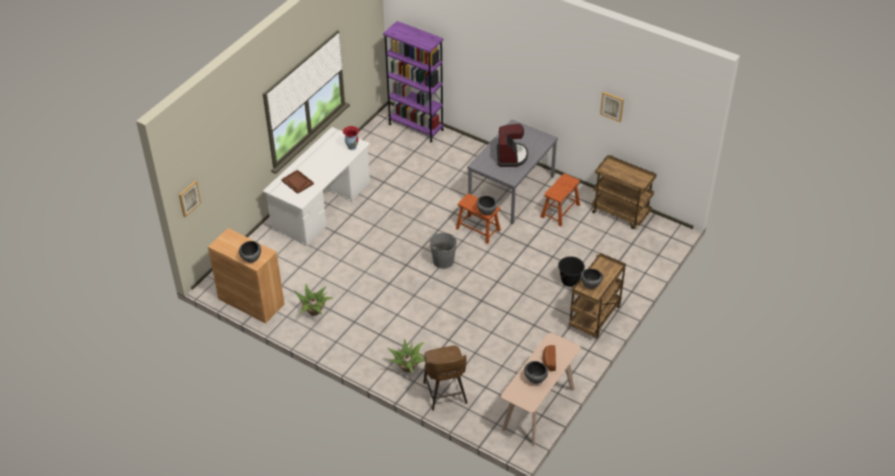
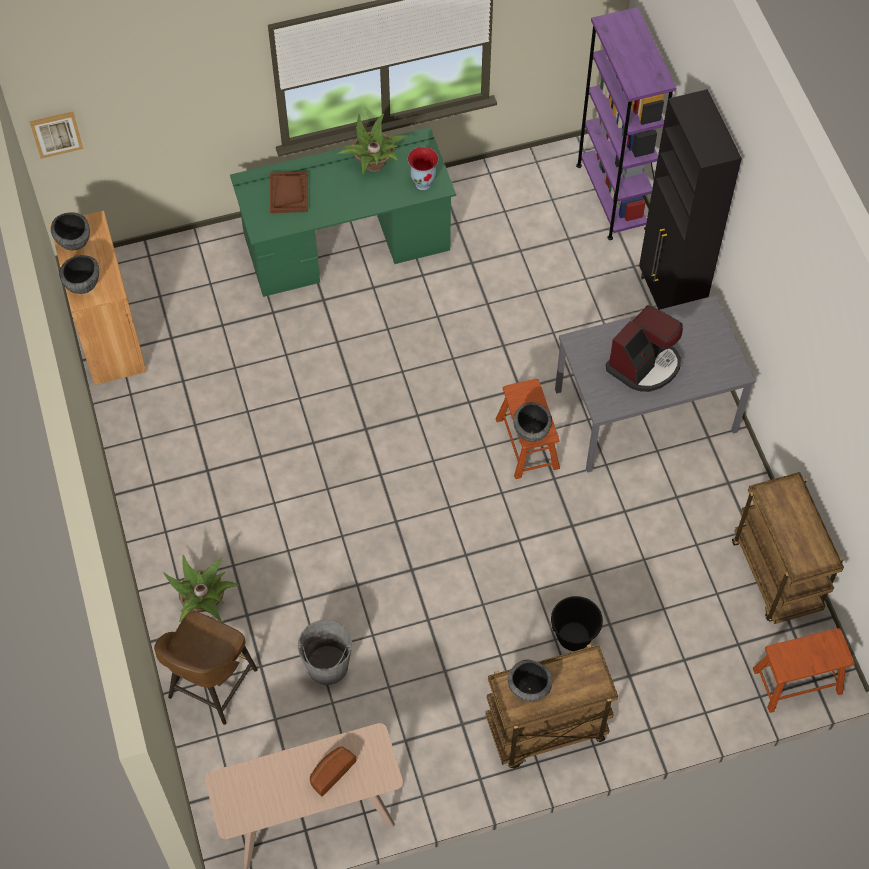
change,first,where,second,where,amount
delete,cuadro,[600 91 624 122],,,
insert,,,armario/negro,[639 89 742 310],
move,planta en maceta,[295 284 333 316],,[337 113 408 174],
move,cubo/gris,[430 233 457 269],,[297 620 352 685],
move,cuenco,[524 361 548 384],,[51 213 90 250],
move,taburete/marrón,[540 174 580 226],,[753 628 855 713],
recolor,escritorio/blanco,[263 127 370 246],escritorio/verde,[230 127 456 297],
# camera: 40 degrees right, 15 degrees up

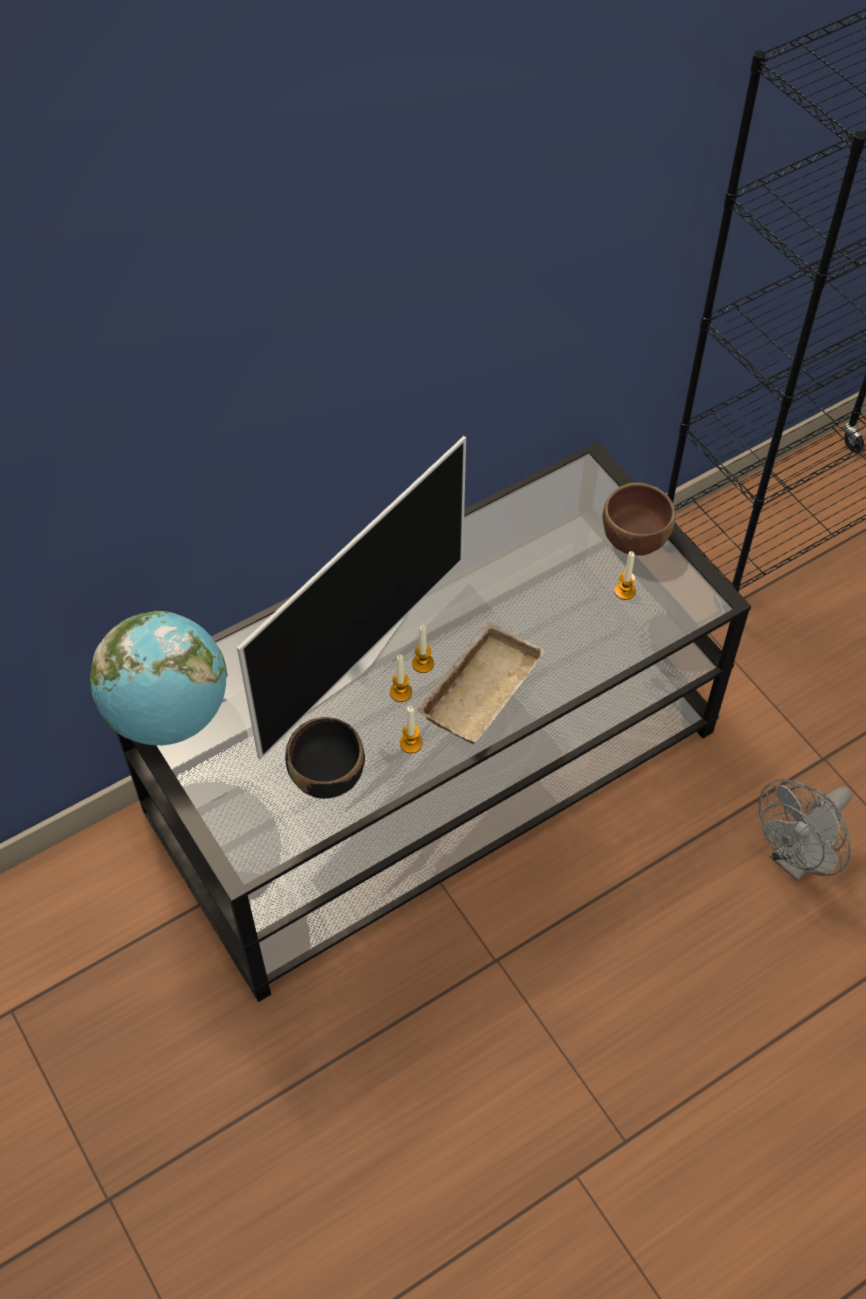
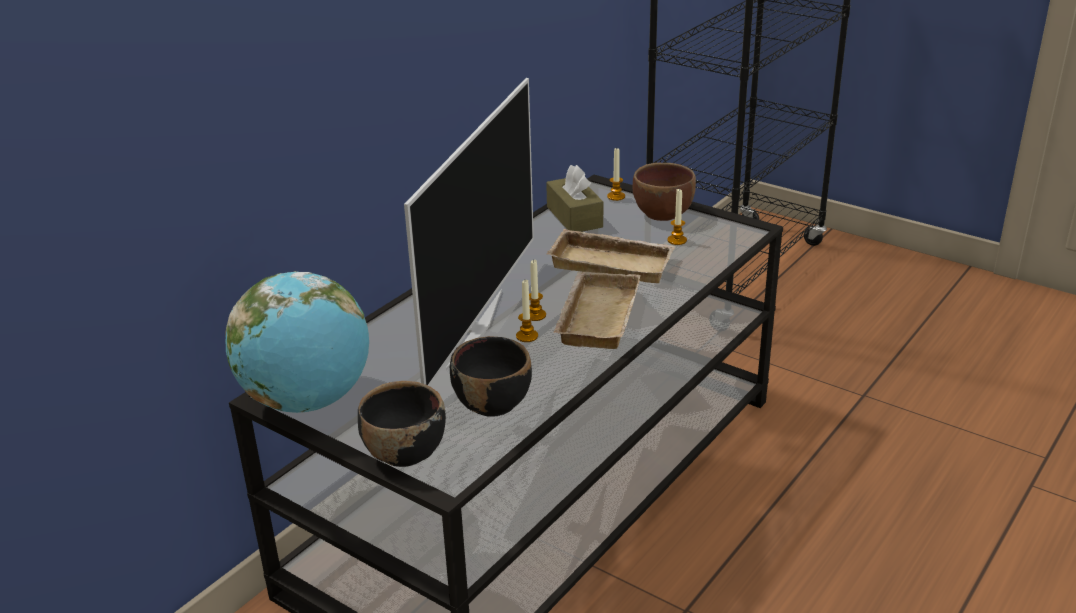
change,first,where,second,where,amount
delete,ventilador/gris,[759 779 852 881],,,
insert,,,cuenco/negro,[358 381 446 467],
insert,,,caja de pañuelos/marrón,[546 165 603 232],
insert,,,bandeja/beis,[546 229 676 283],
move,vela,[400 706 423 753],,[607 148 625 201],
# camera: 20 degrees left, 25 degrees down

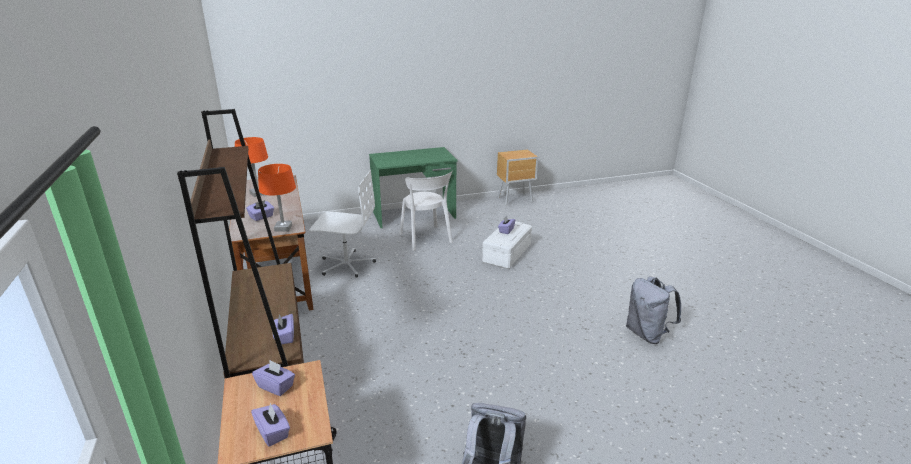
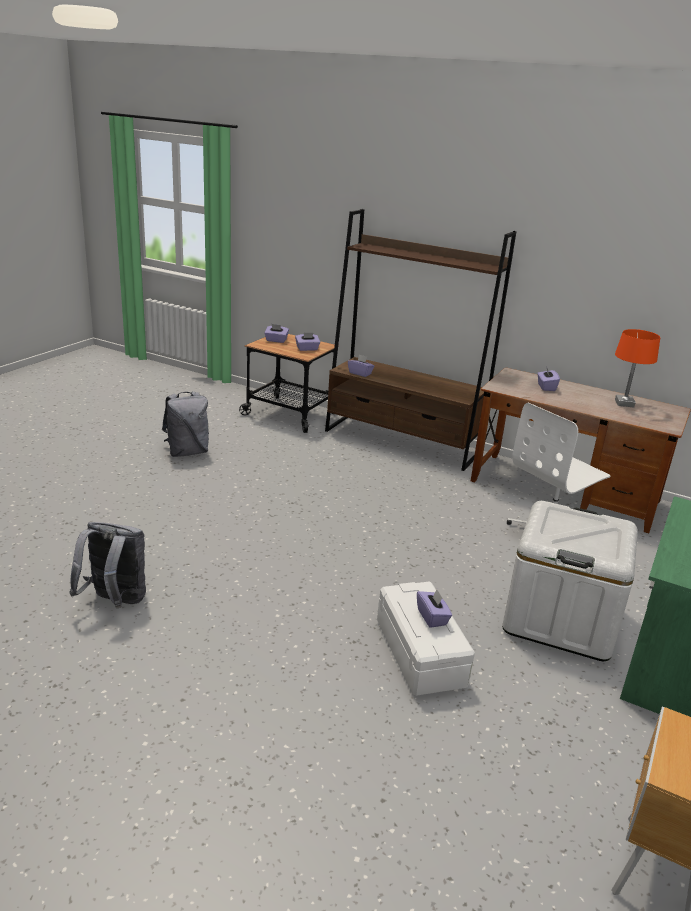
change,first,where,second,where,amount
delete,lámpara de mesa/naranja,[258 164 296 232],,,
replace,silla/blanco,[399 171 453 251],caja de almacenaje/blanco,[502 501 638 661],
# camera: 135 degrees right, 0 degrees up

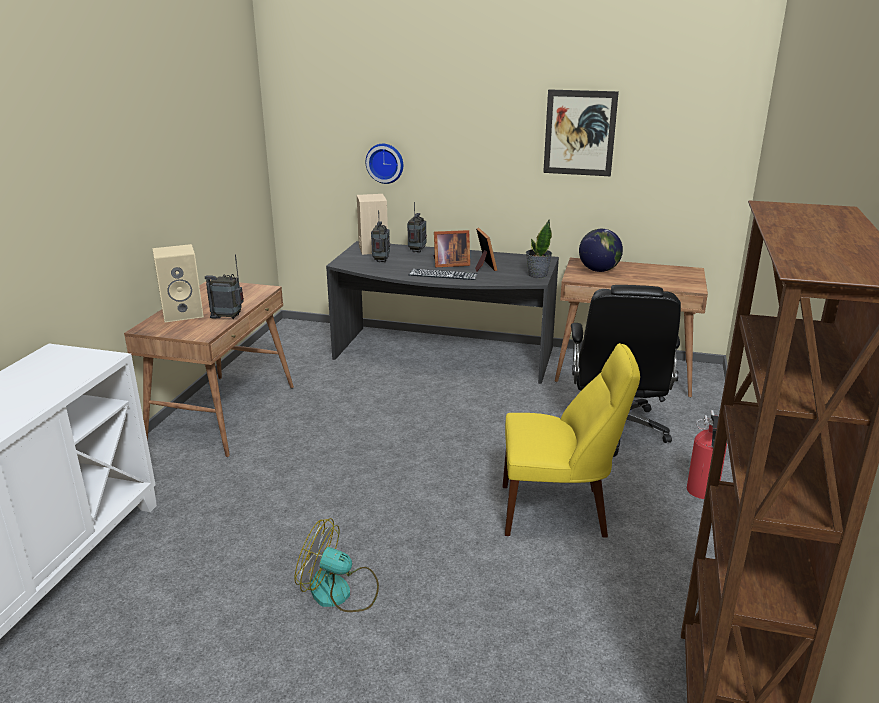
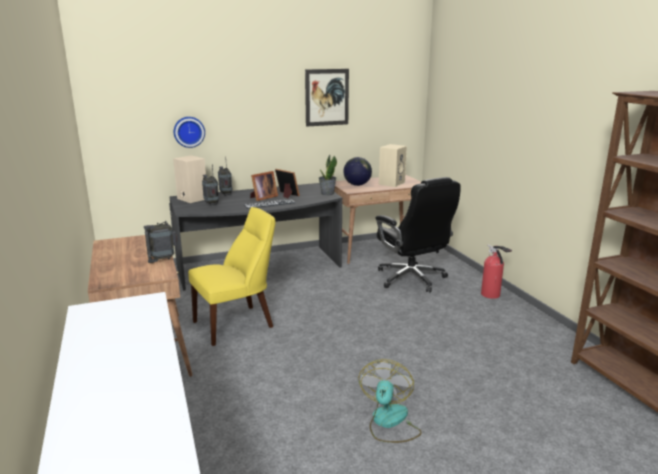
change,first,where,second,where,amount
move,altavoz/beis,[152 244 204 322],,[379 144 407 187],
move,silla/amarillo,[503 343 640 537],,[188 207 275 346],
rotate,ventilador,[294 518 379 612],,[359 359 422 443],120 degrees clockwise
# camera: 35 degrees left, 5 degrees down

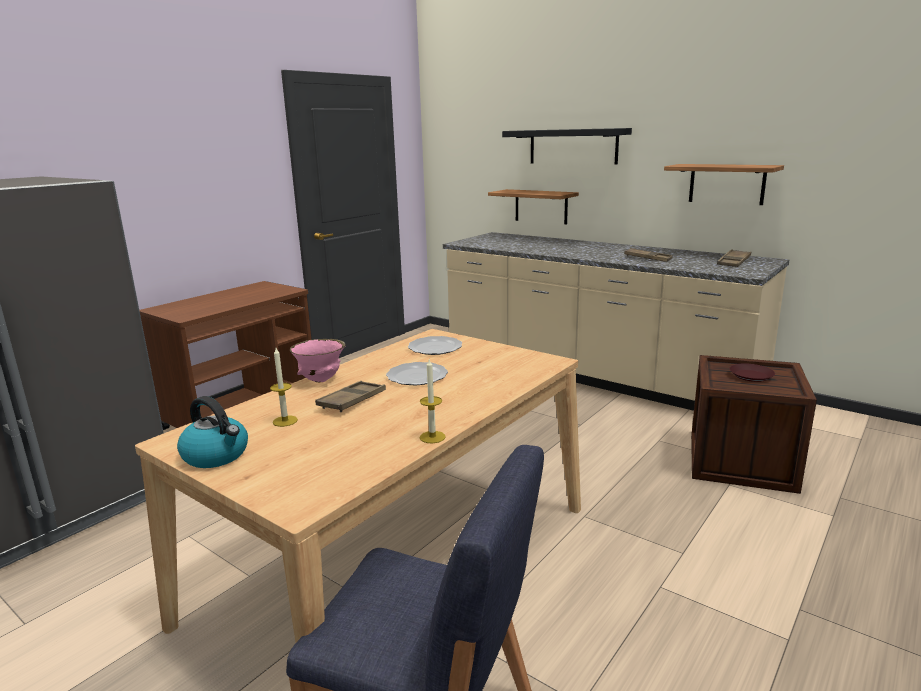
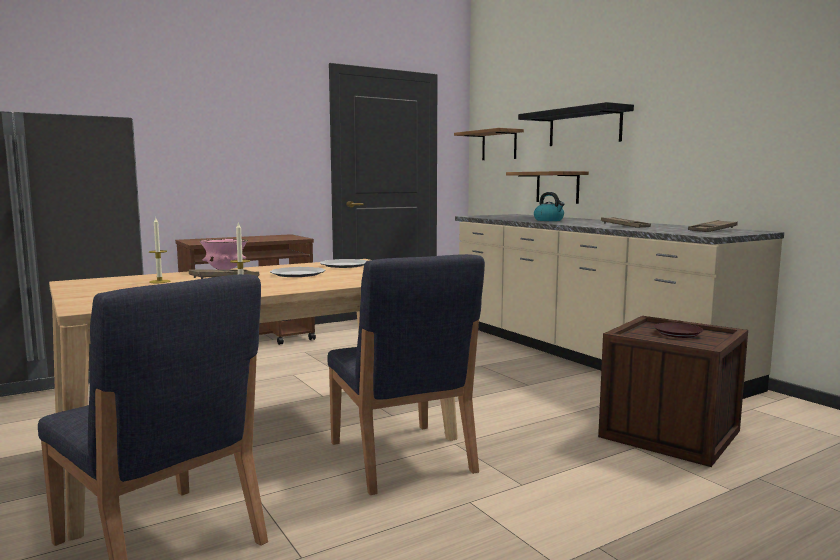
change,first,where,second,where,amount
insert,,,silla/azul,[328 254 485 495],
move,hervidor,[177 396 248 468],,[534 192 564 221],
move,estante,[664 164 784 205],,[454 128 524 160],
# camera: 20 degrees right, 10 degrees down

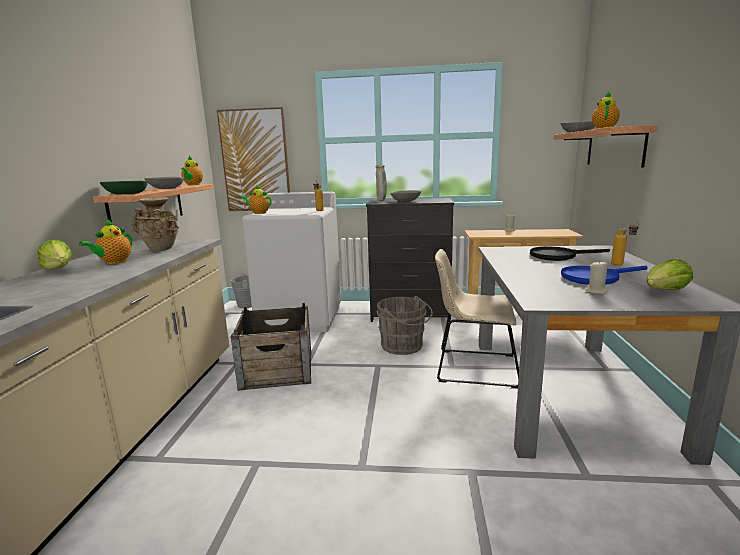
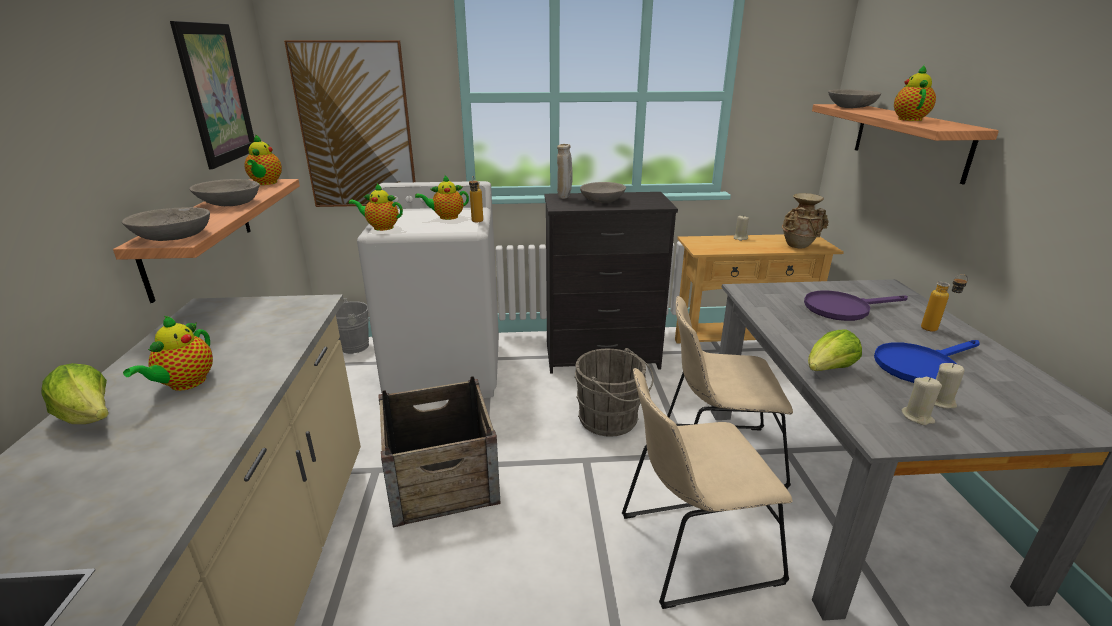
change,first,where,second,where,amount
insert,,,cuadro,[170 21 254 169],
insert,,,tetera,[415 175 469 220],
insert,,,silla/beis,[622 368 793 609],
insert,,,vela/beis,[902 377 942 425],
move,florero/beis,[131 197 179 251],,[782 193 829 249],
move,lechuga,[646 258 693 290],,[808 329 862 371],
recolor,cuenco/verde,[100 181 148 194],cuenco/gris,[122 207 210 241],
recolor,sartén/negro,[530 246 610 261],sartén/morado,[804 290 908 321],
# camera: 10 degrees left, 10 degrees up

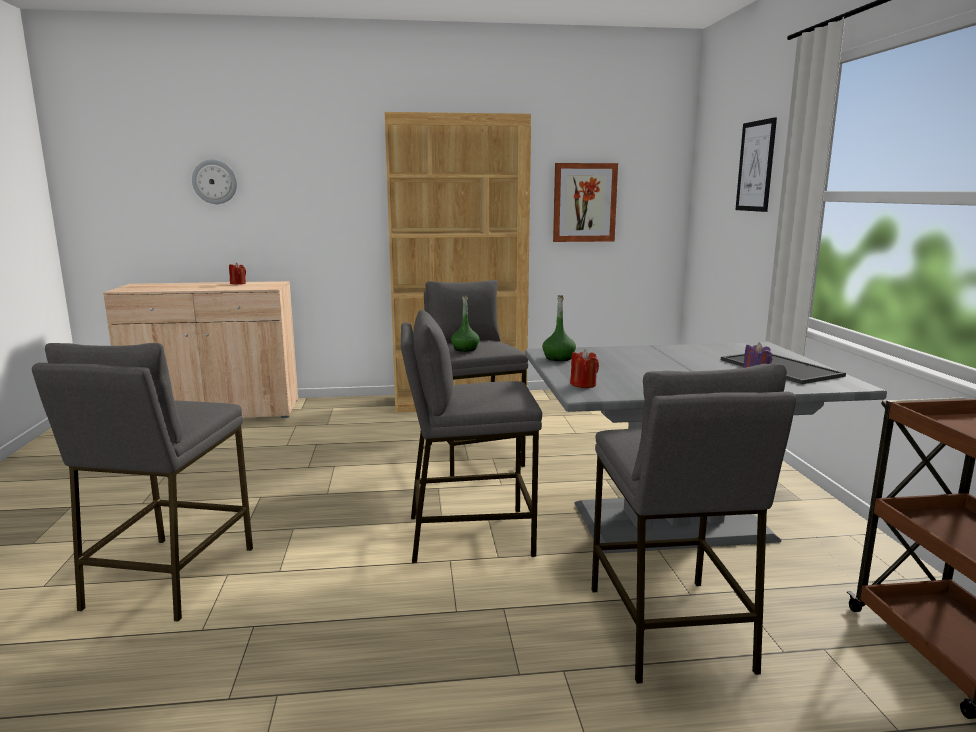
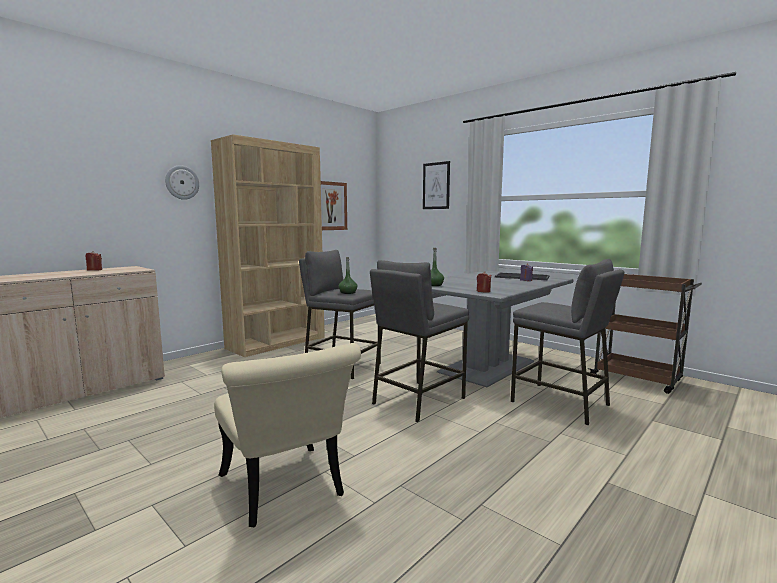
change,first,where,second,where,amount
move,reloj de pared,[192 159 237 204],,[165 165 199 200],
replace,taburete/gris,[32 343 253 622],silla/beis,[214 343 361 527],
# camera: 40 degrees left, 5 degrees down

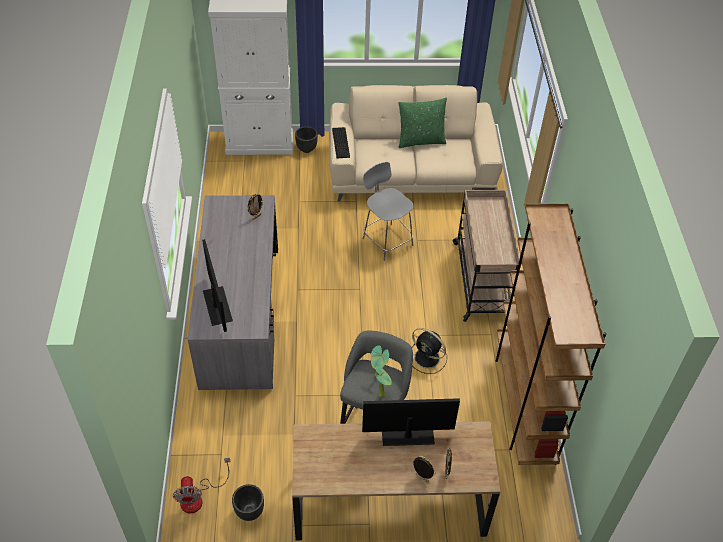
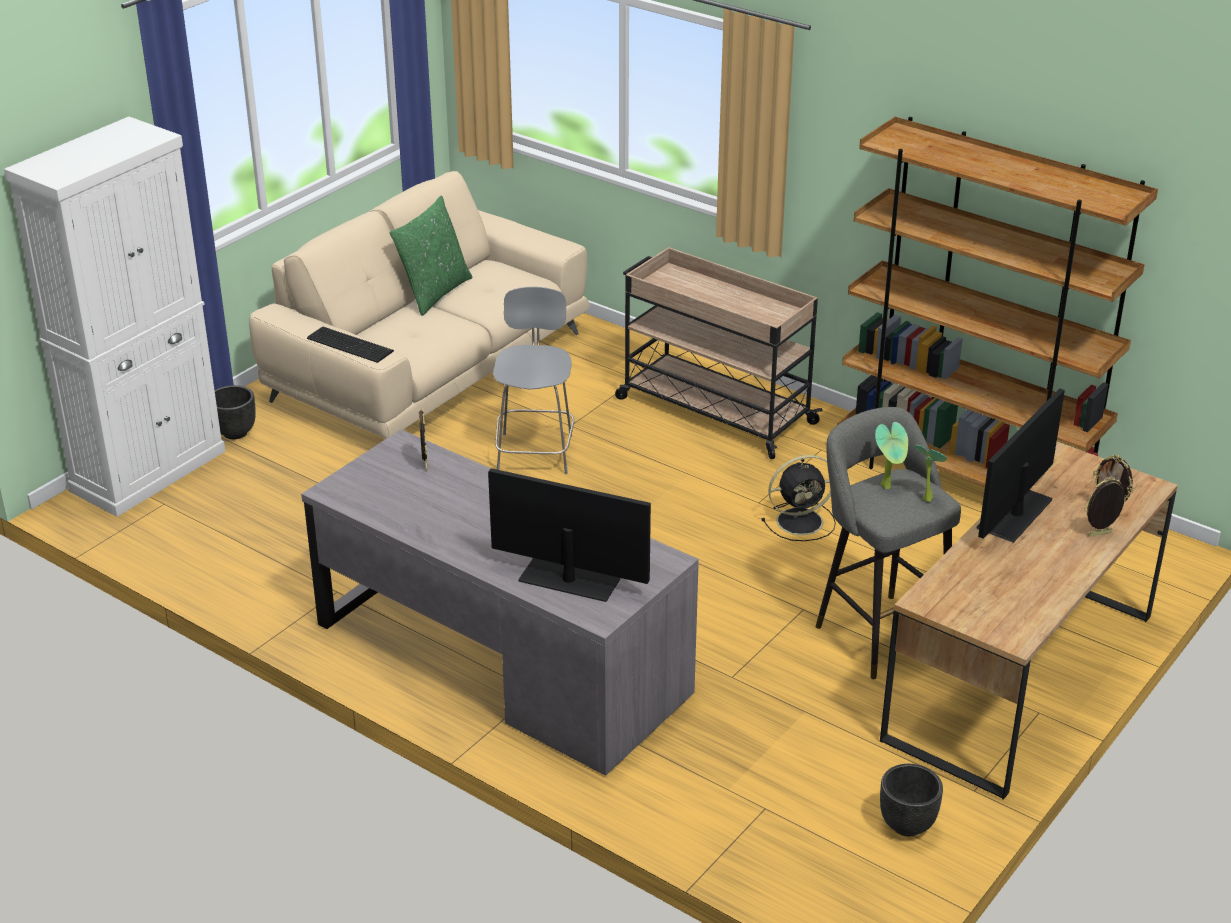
change,first,where,second,where,amount
delete,ventilador,[173 458 231 513],,,
rotate,silla/gris,[363 162 413 261],,[493 287 575 474],90 degrees clockwise
# camera: 50 degrees left, 15 degrees down

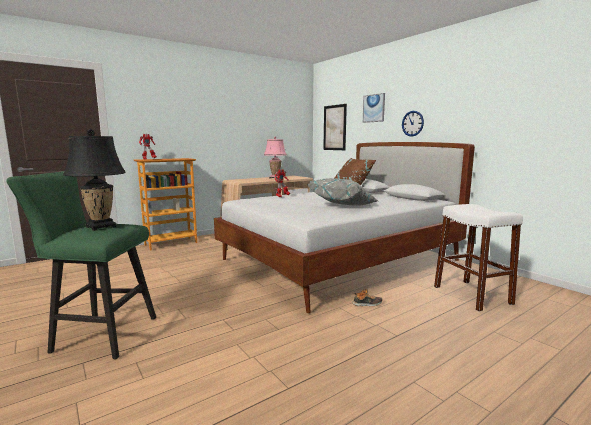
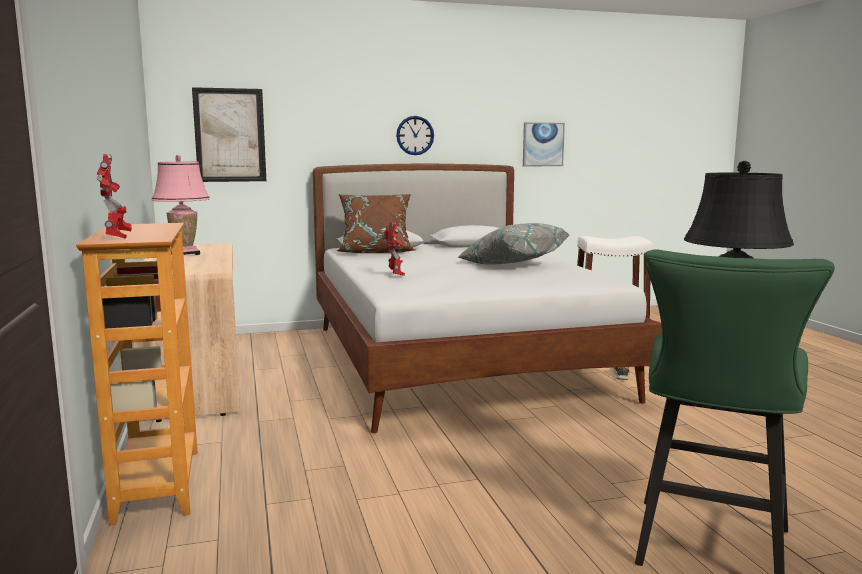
change,first,where,second,where,amount
move,cuadro,[363 93 385 123],,[523 122 565 166],
# camera: 70 degrees left, 0 degrees up

